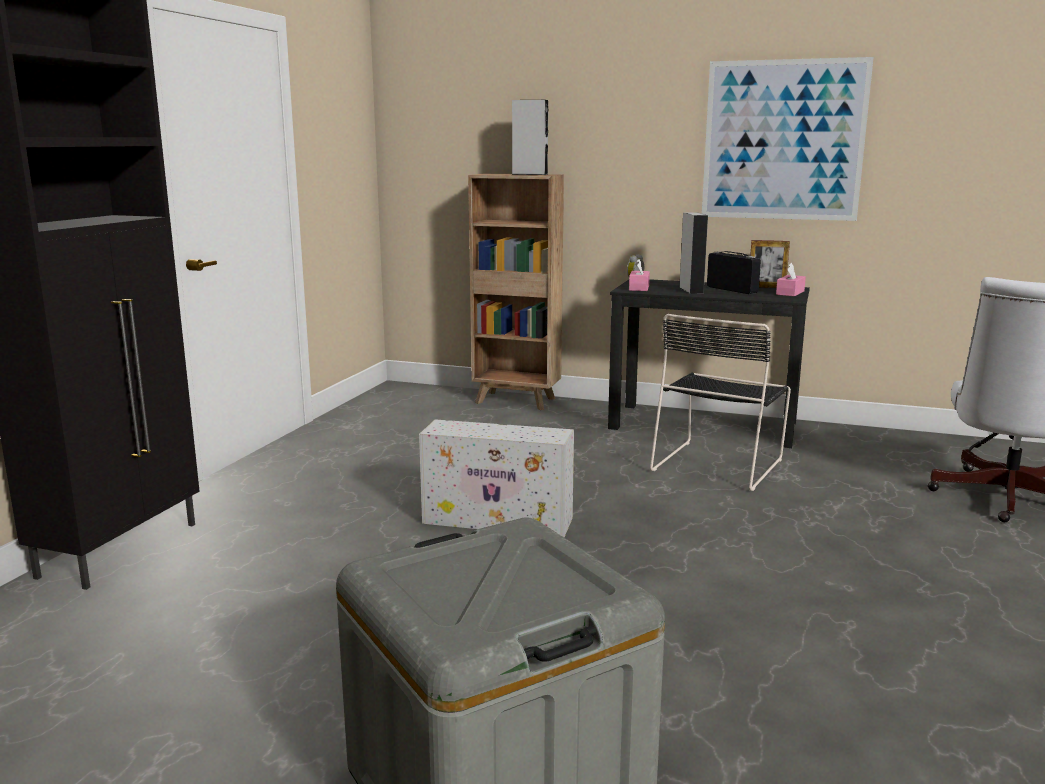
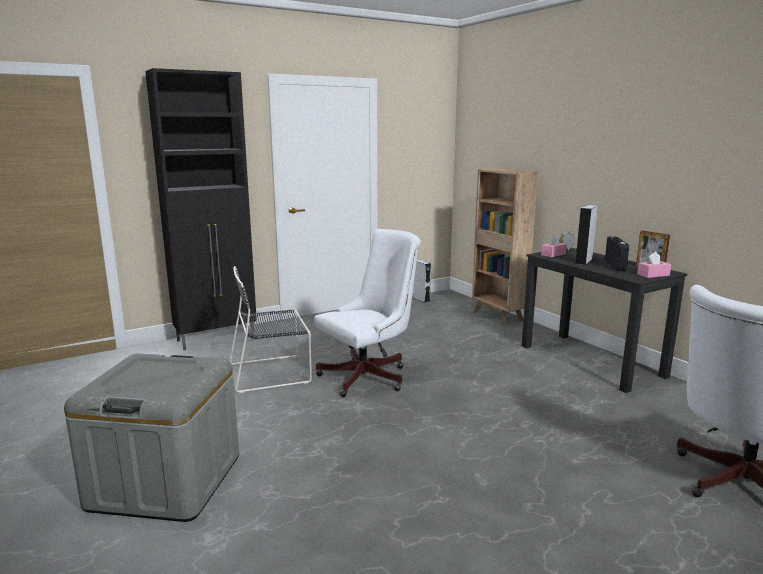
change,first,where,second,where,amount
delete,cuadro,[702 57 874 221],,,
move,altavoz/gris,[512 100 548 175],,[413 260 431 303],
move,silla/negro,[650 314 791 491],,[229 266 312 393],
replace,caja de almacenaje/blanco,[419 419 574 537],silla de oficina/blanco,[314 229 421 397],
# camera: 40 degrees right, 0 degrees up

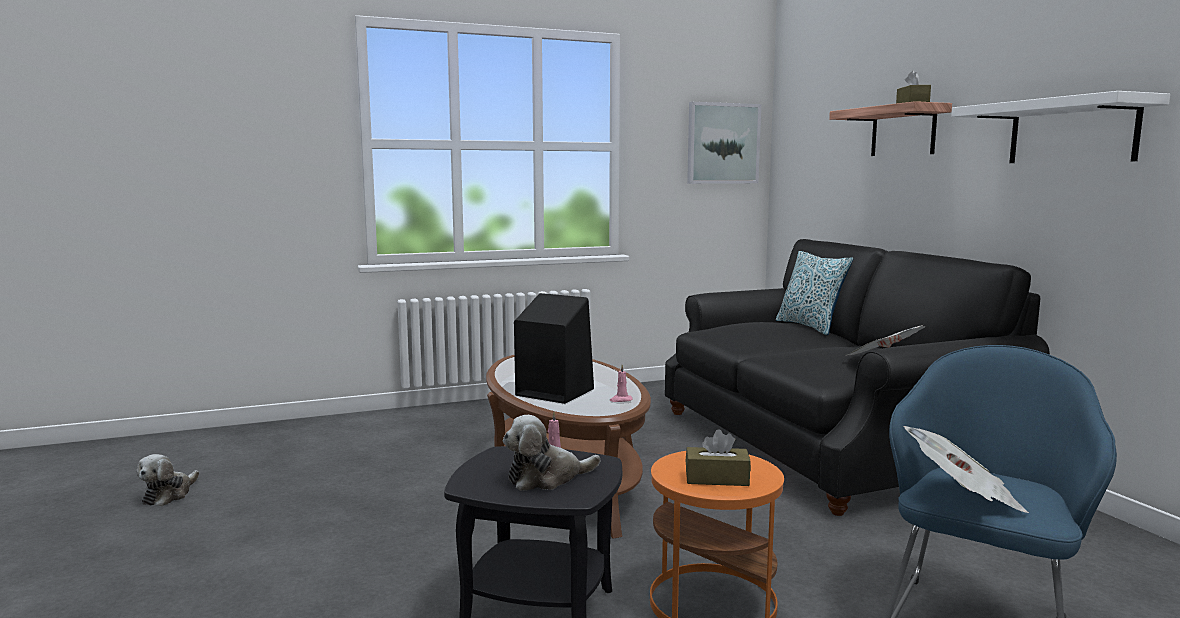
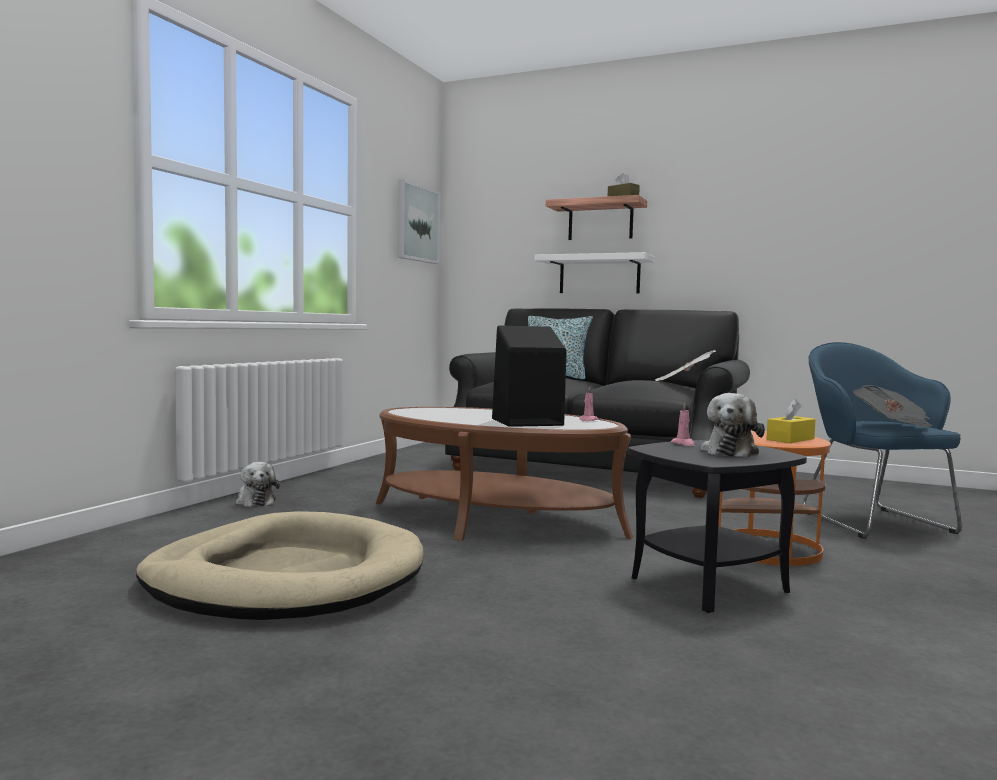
change,first,where,second,where,amount
insert,,,cama para perro/beis,[136 511 424 620],
move,peluche,[136 454 199 506],,[235 462 280 507],
move,estante/blanco,[951 91 1170 163],,[534 252 655 293],
recolor,caja de pañuelos/marrón,[686 430 751 486],caja de pañuelos/amarillo,[767 399 816 443],
# camera: 45 degrees left, 5 degrees down

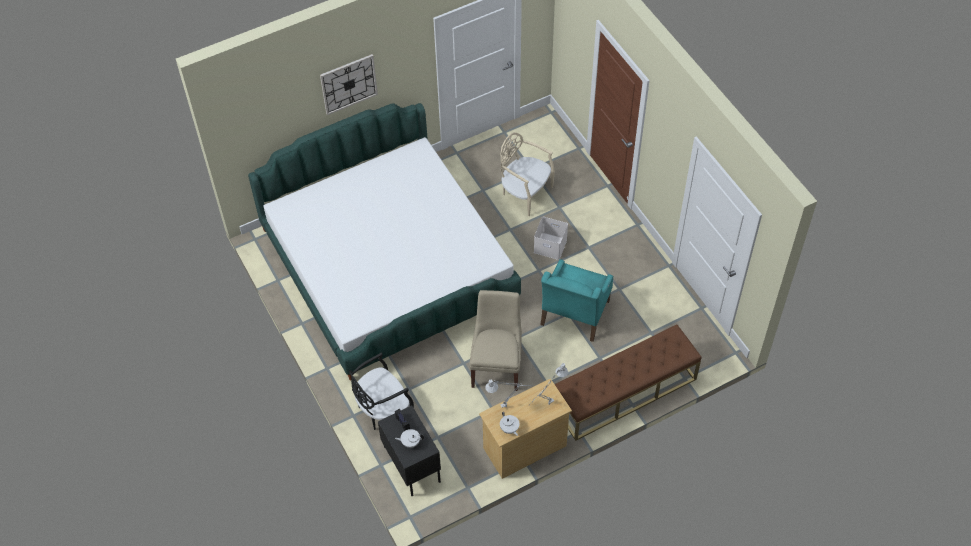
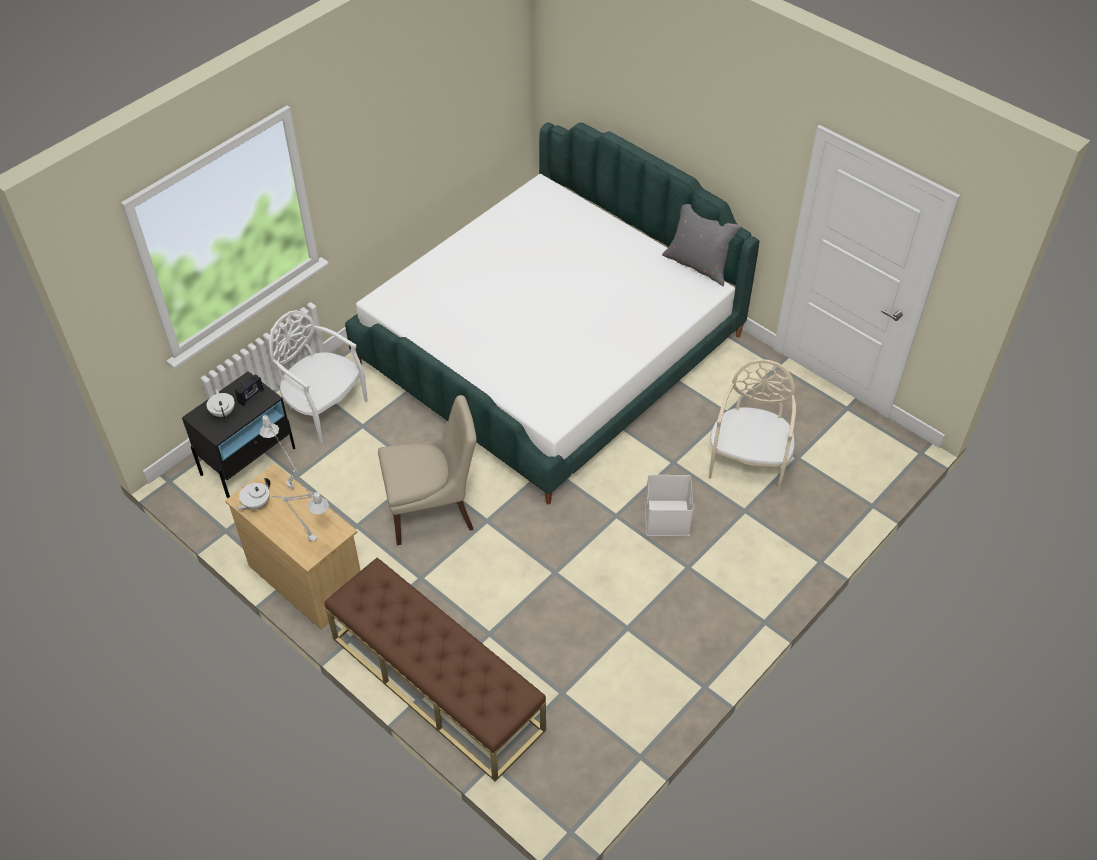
change,first,where,second,where,amount
delete,reloj de pared,[320 54 378 115],,,
delete,sillón/turquesa,[540 259 613 342],,,
insert,,,cojín/gris,[662 204 742 286],
recolor,silla/negro,[349 353 414 430],silla/blanco,[269 310 368 443],
# camera: 70 degrees right, 5 degrees down

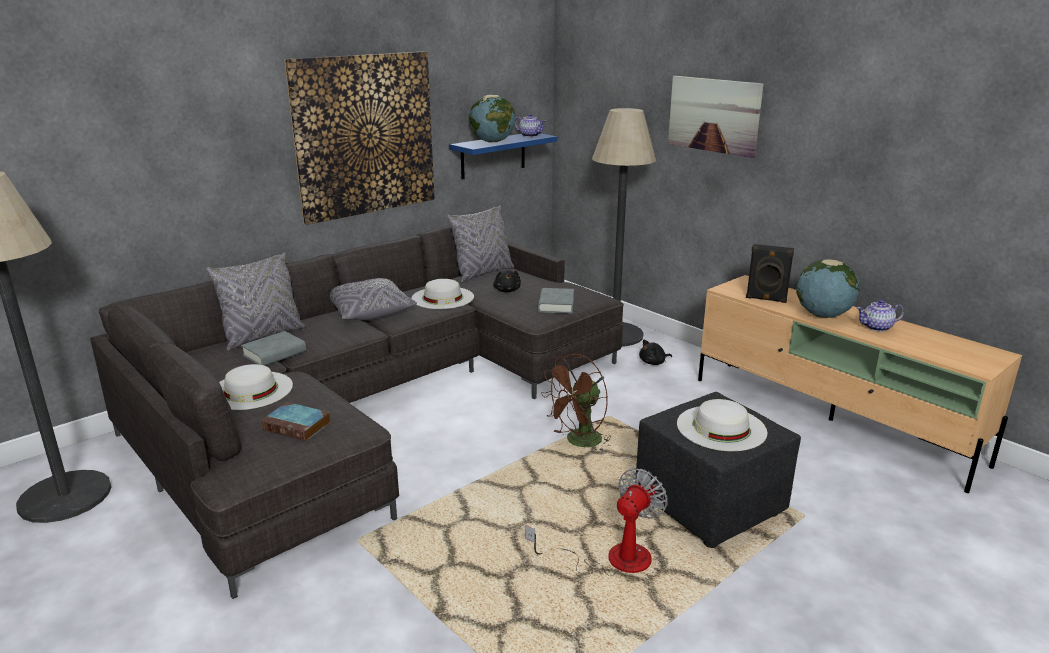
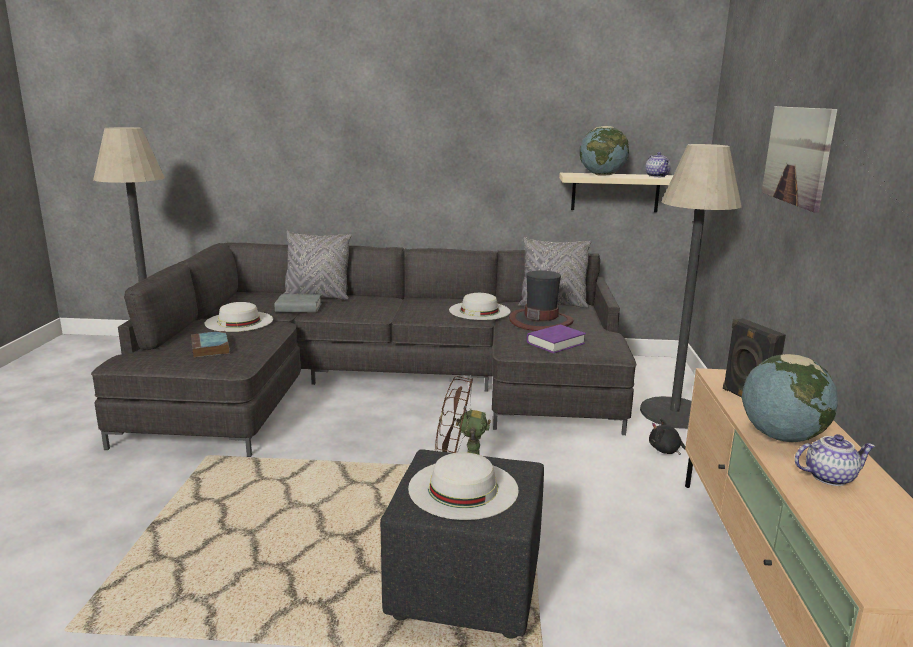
change,first,where,second,where,amount
delete,cuadro,[284 51 435 225],,,
delete,cojín/gris,[330 278 417 320],,,
delete,ventilador,[525 468 668 576],,,
replace,peluche/negro,[493 270 521 292],sombrero,[509 270 573 331],
recolor,estante/azul,[450 133 557 179],estante/beis,[559 173 673 212],
recolor,libro/gris,[538 288 574 314],libro/morado,[527 325 586 353],
rotate,tetera,[856 300 904 332],,[795 434 876 486],135 degrees clockwise
# camera: 45 degrees right, 5 degrees down

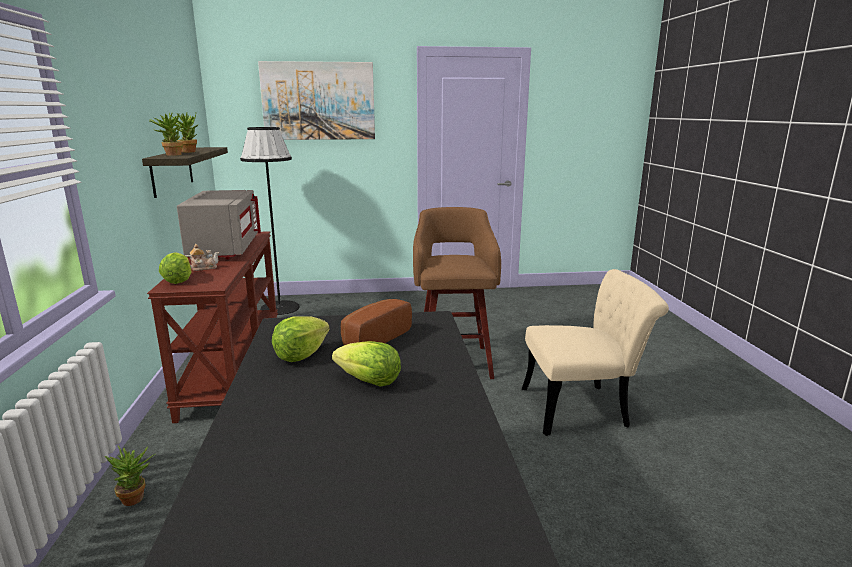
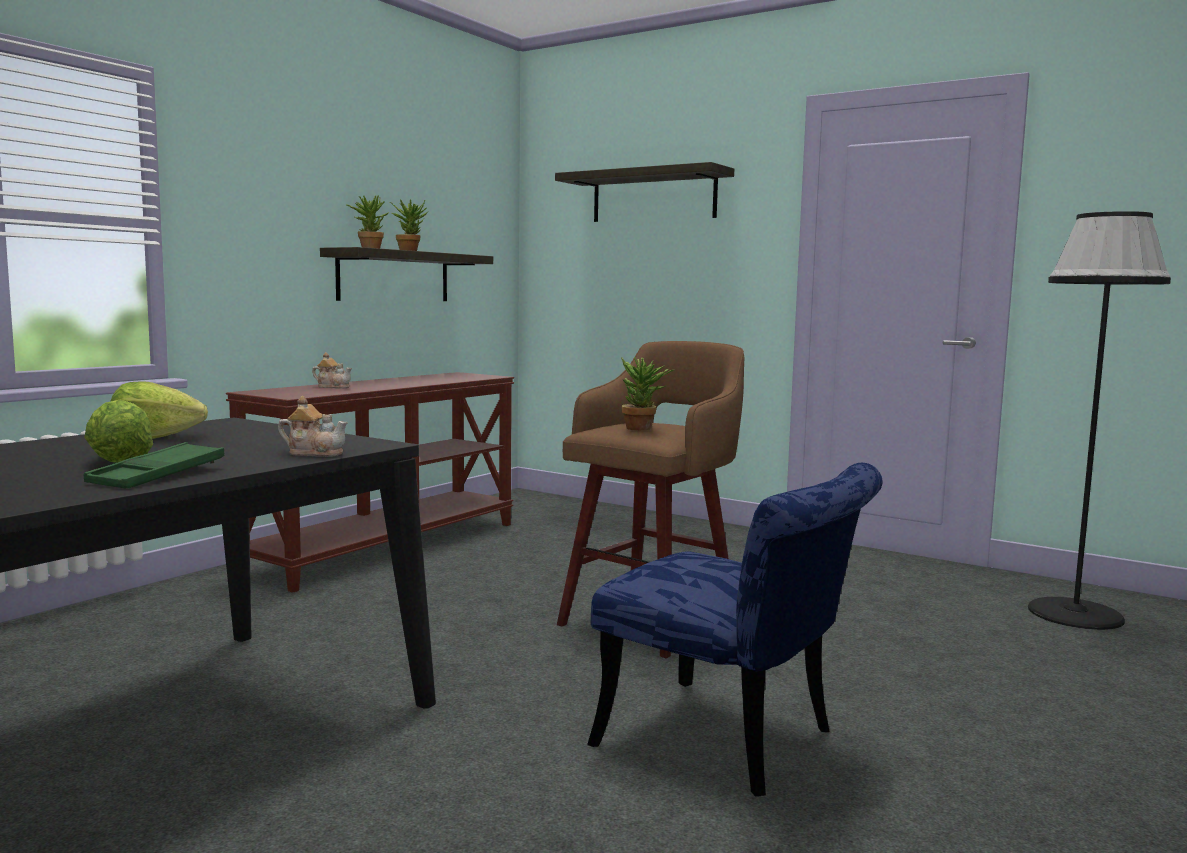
change,first,where,second,where,amount
delete,lechuga,[159 252 191 284],,,
delete,microondas/gris,[177 190 261 260],,,
delete,pan,[341 299 412 345],,,
insert,,,bandeja/verde,[84 442 224 488],
insert,,,tetera,[278 396 348 457],
move,planta en maceta,[105 445 155 506],,[621 357 674 430],
move,lámpara de pie/negro,[240 127 300 315],,[1028 211 1171 630],
replace,cuadro,[258 61 375 140],estante,[555 162 734 222],
recolor,silla/beis,[522 269 669 436],silla/azul,[587 463 882 797],
# camera: 40 degrees right, 10 degrees down

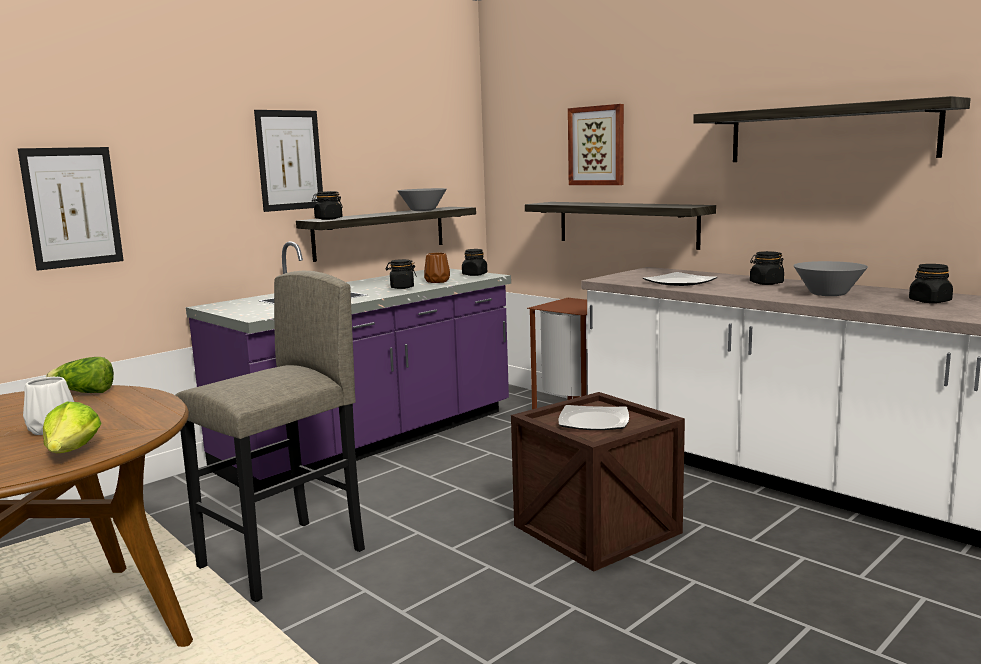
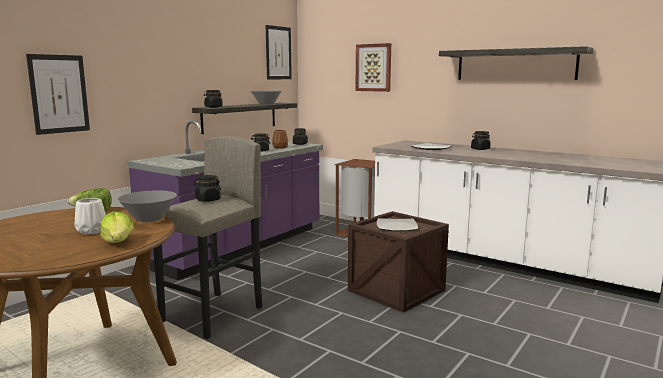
change,first,where,second,where,amount
delete,estante,[525 202 716 250],,,
move,cuadro,[254 110 323 212],,[266 25 292 79],
move,cuenco/gris,[793 261 868 296],,[118 191 177 222],
move,tarro/negro,[909 264 953 303],,[193 175 221 202],
# camera: 10 degrees left, 0 degrees up

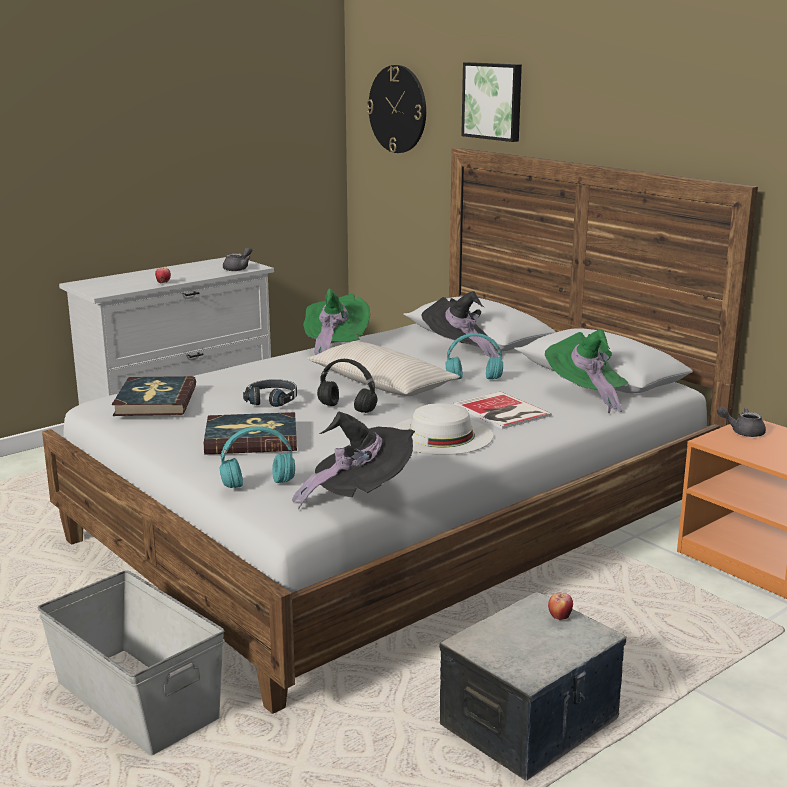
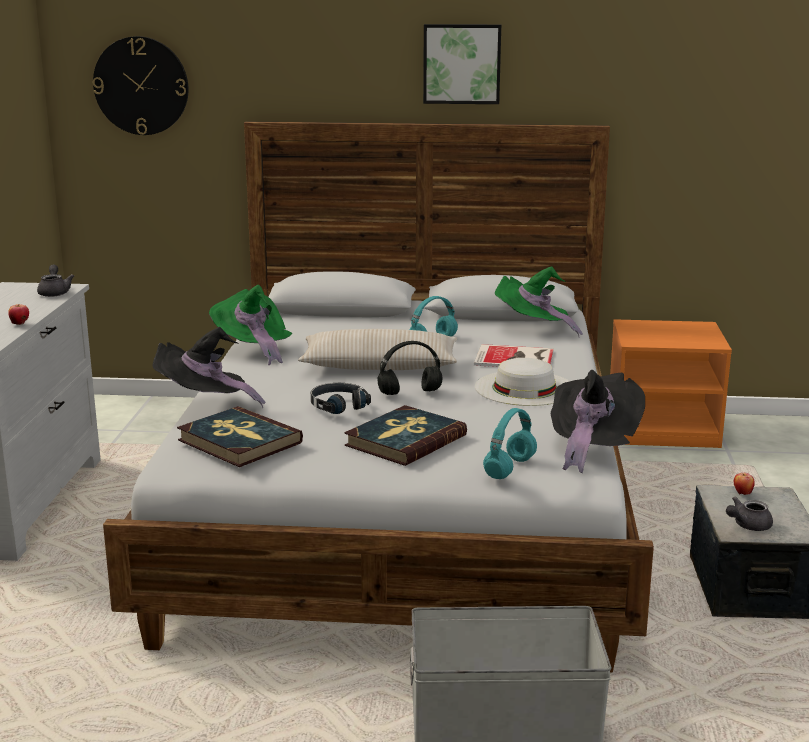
change,first,where,second,where,amount
move,sombrero/negro,[422 291 499 358],,[153 327 265 408],
move,cuadro,[461 62 522 142],,[423 24 501 104],
move,tetera/gris,[717 406 766 437],,[726 497 773 531],
# camera: 45 degrees left, 0 degrees up

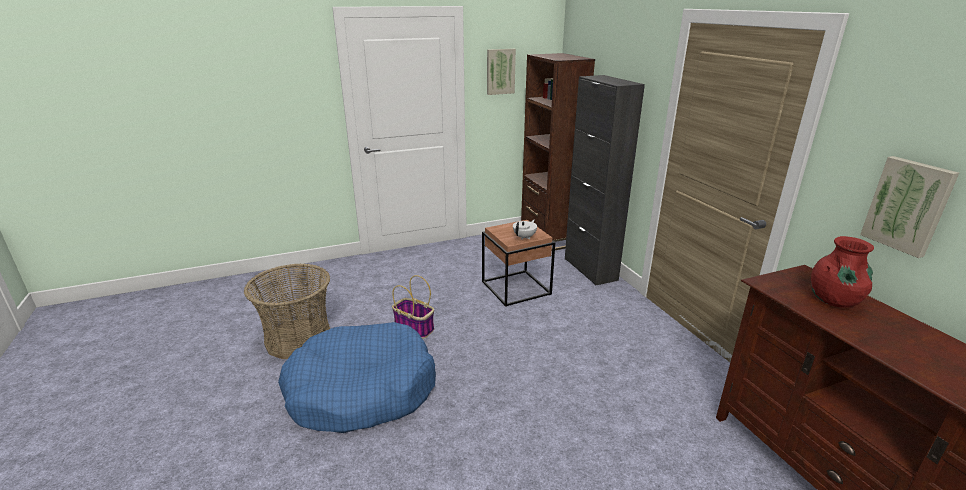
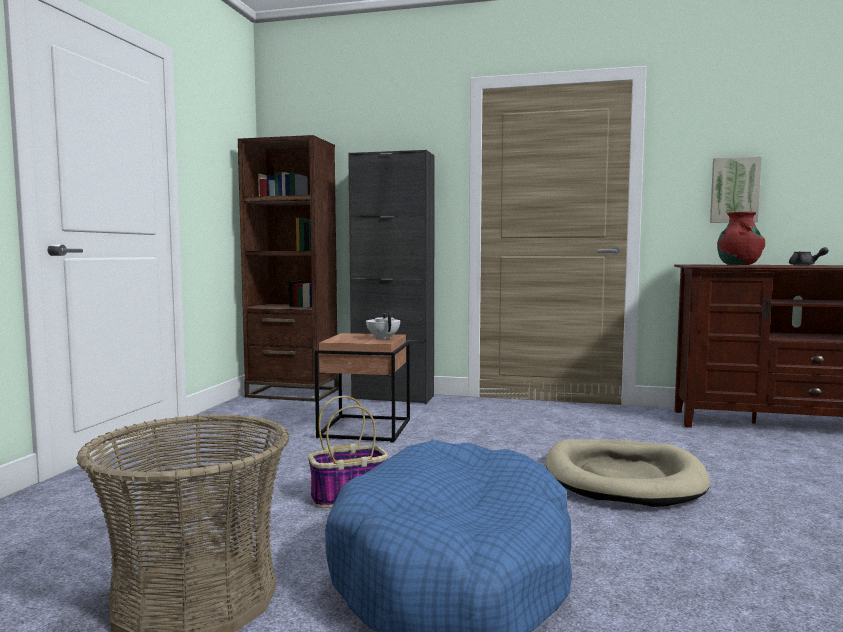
change,first,where,second,where,amount
delete,cuadro,[487 49 516 95],,,
insert,,,cama para perro/beis,[546 439 710 507],
insert,,,tetera/gris,[789 247 829 265],
# camera: 55 degrees left, 20 degrees down

